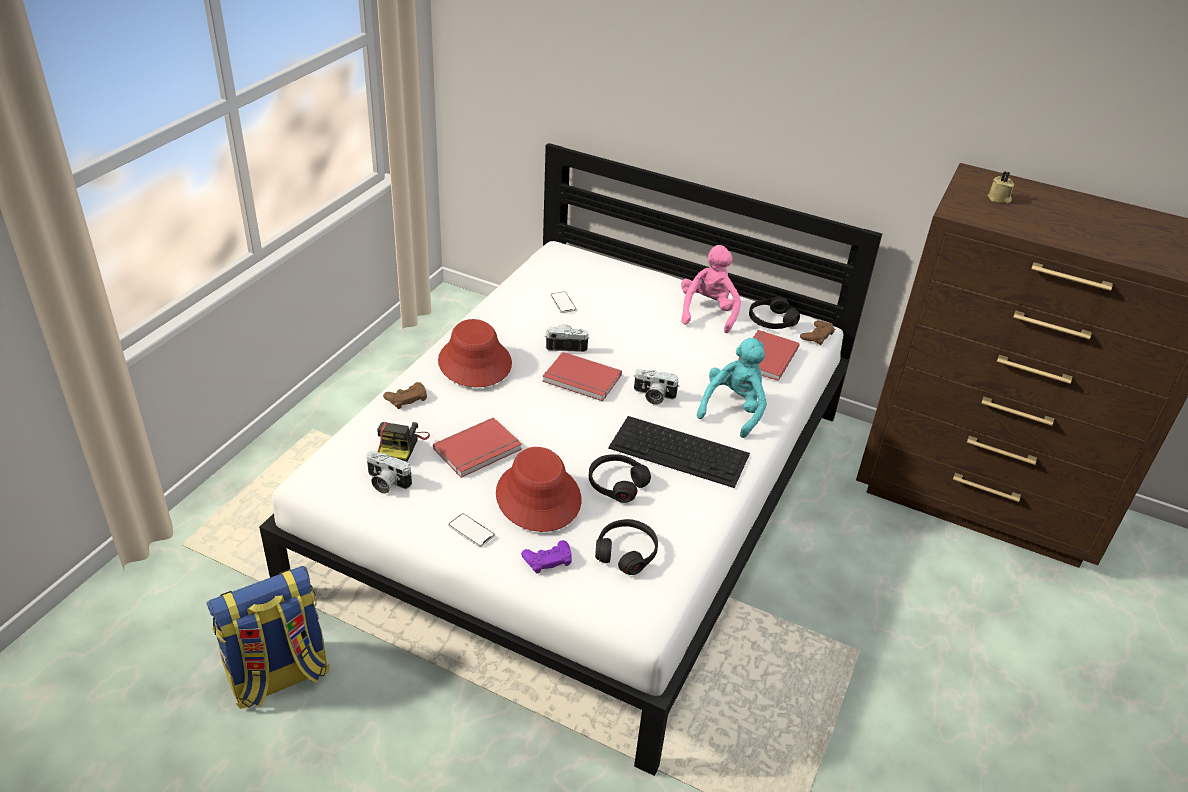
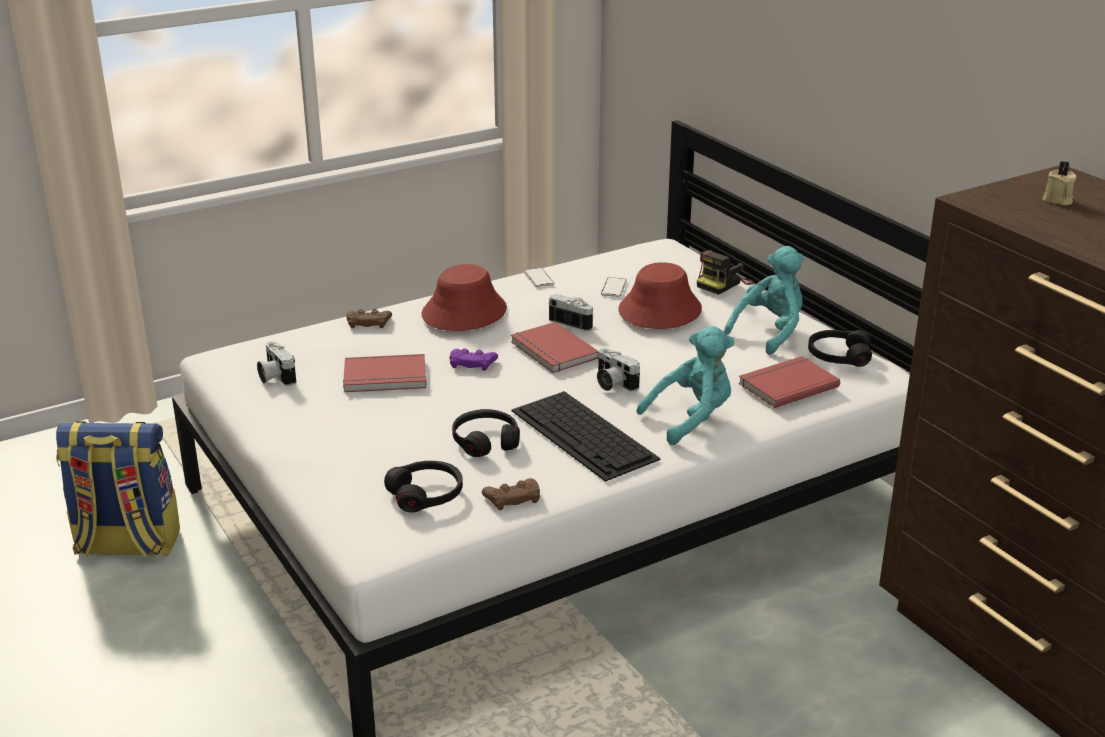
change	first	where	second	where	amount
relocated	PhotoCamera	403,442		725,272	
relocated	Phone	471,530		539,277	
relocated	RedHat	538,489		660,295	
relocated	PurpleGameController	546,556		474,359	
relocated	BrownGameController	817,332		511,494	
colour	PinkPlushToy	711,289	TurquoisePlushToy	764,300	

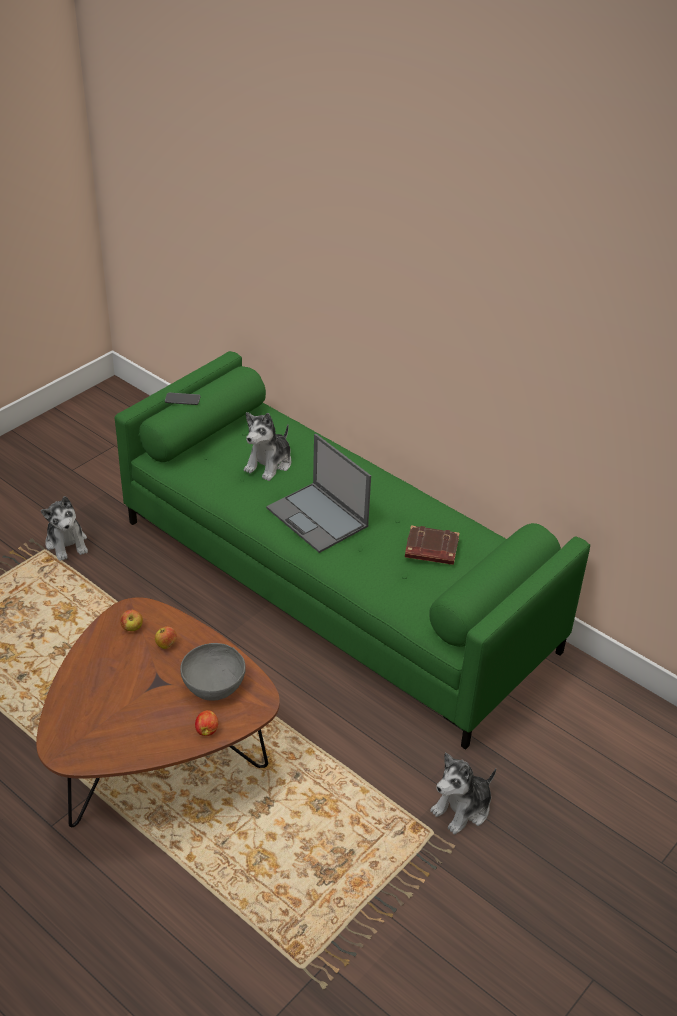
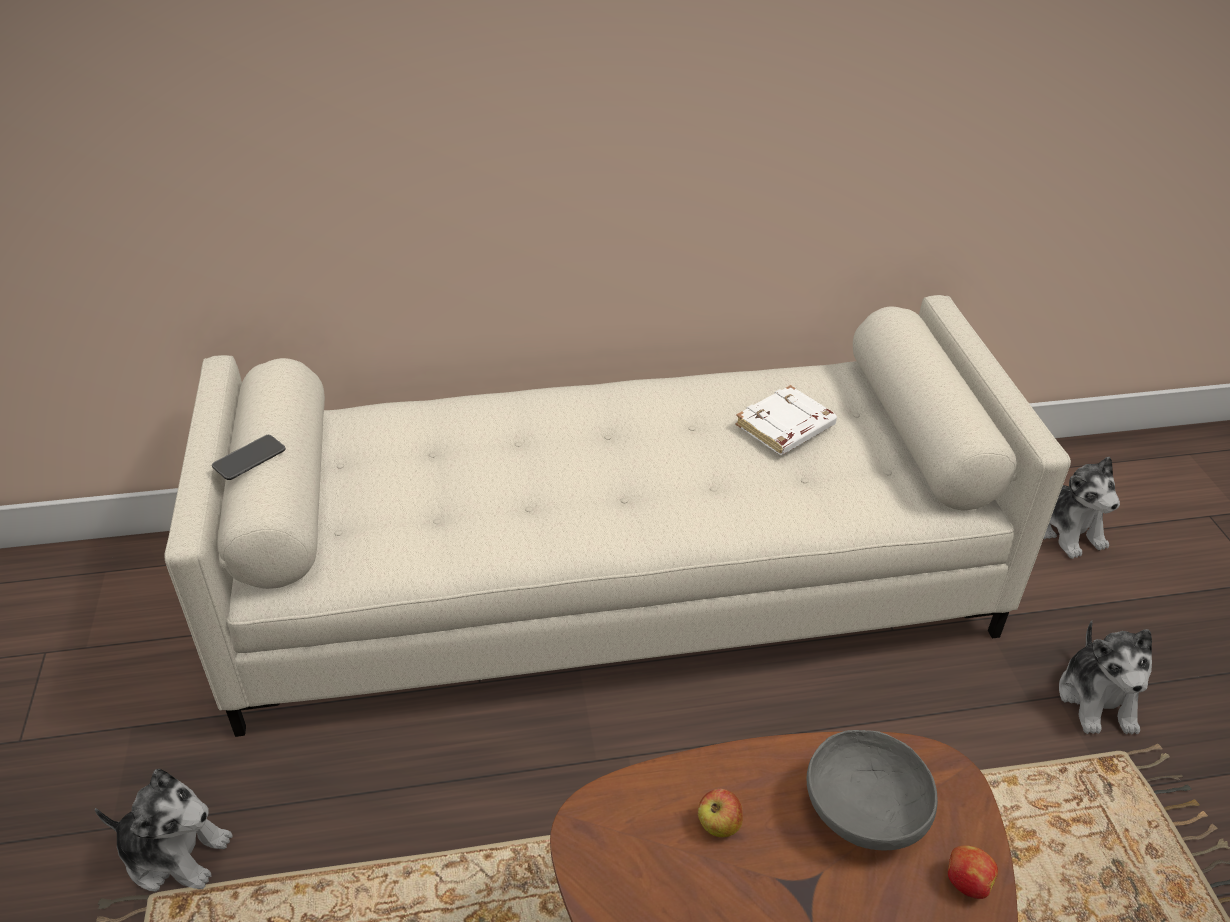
change	first	where	second	where	amount
missing	Apple	131,620			
missing	Laptop	318,493			
relocated	PlushToy	267,446		1081,508	
colour	GreenSofa	352,550	BeigeSofa	617,516	
colour	BrownBook	432,545	WhiteBook	786,420	

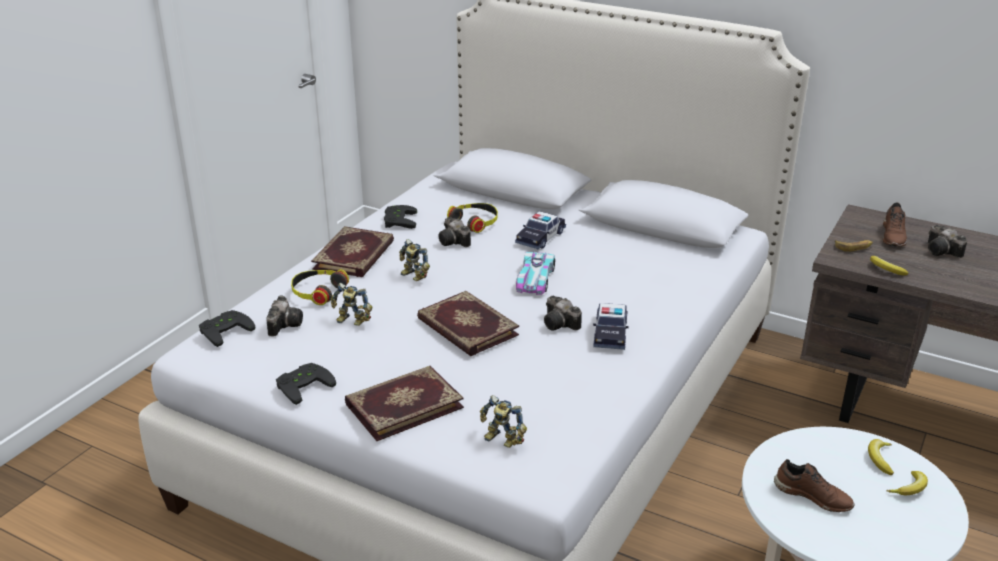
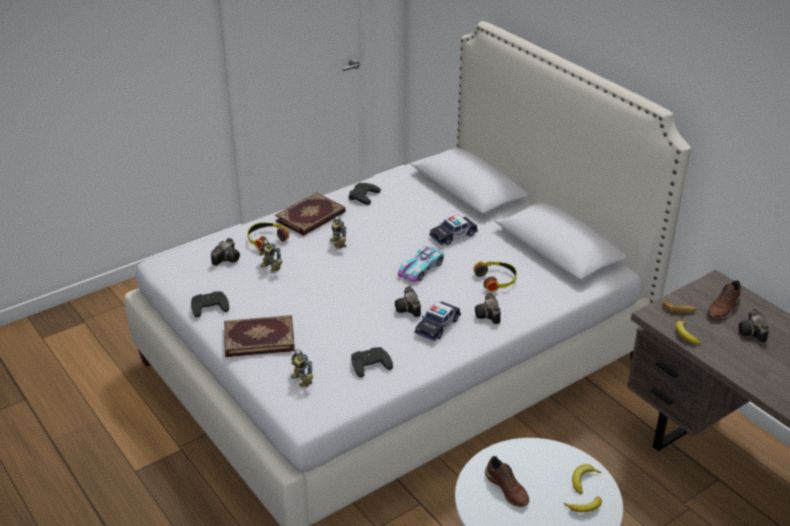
change	first	where	second	where	amount
missing	Book	468,323			
relocated	BlackGameController	227,328		372,362	
relocated	PhotoCamera	454,232		488,308	
relocated	Headphones	472,218		495,276	

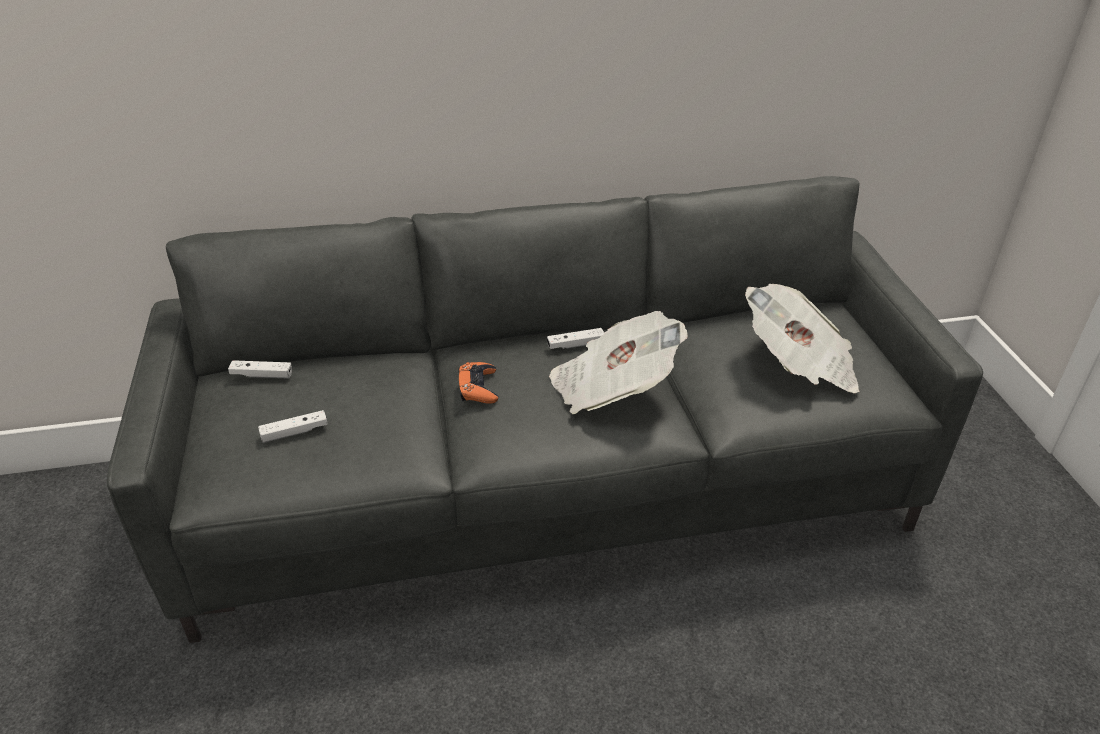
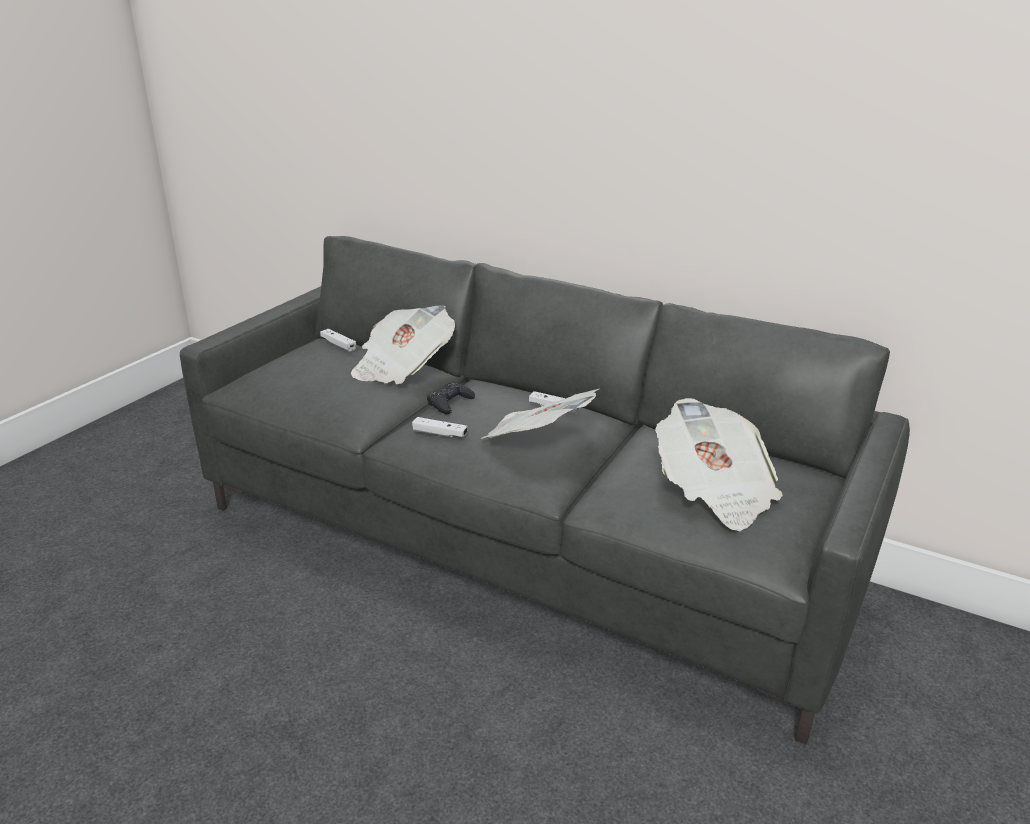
change	first	where	second	where	amount
appeared			Newspaper	403,344	
relocated	WhiteGameController	292,426		439,427	
colour	OrangeGameController	478,383	BlackGameController	451,398	

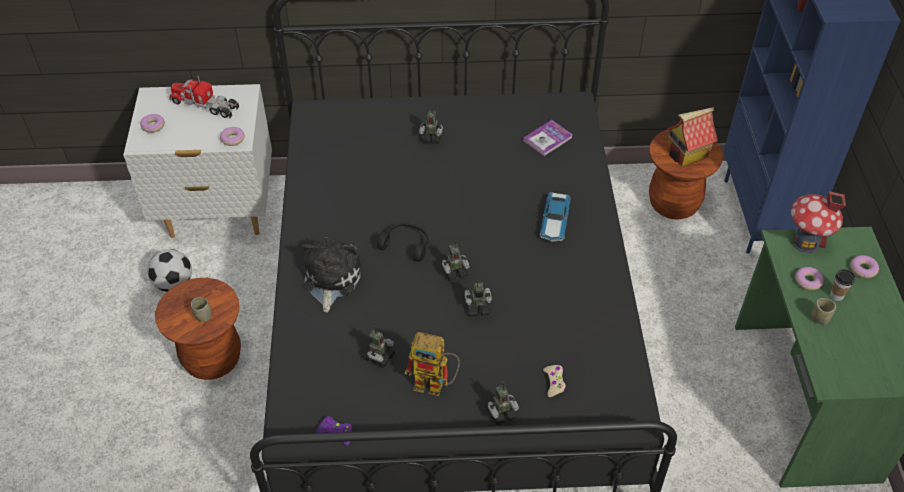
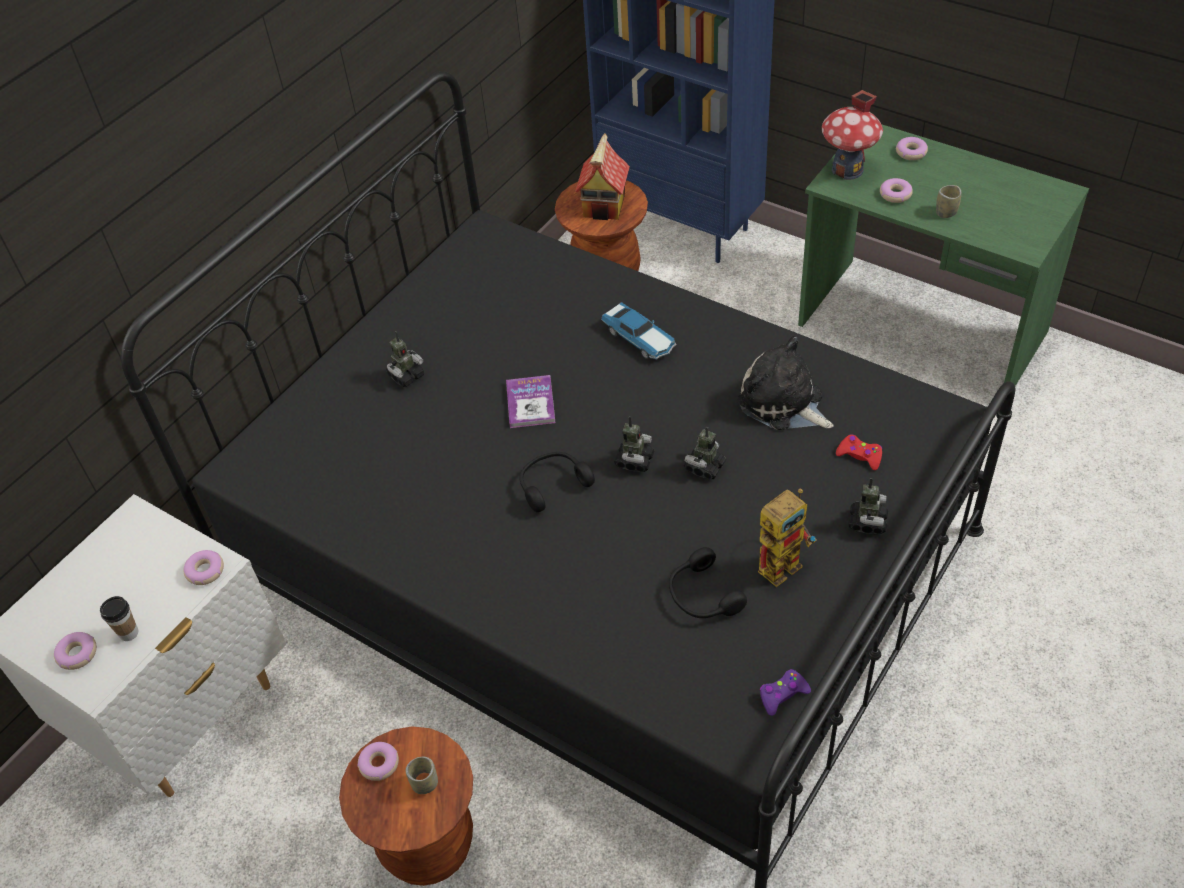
change	first	where	second	where	amount
missing	Football	169,270			
missing	ToyTruck	204,97			
appeared			Donut	378,761	
relocated	PlushToy	331,275		785,383	
relocated	Book	548,138		531,401	
relocated	Cup	842,285		119,618	
exchanged	ToyRobot	379,347	BlackHeadphones	708,582	
colour	BeigeGameController	554,381	RedGameController	859,452	

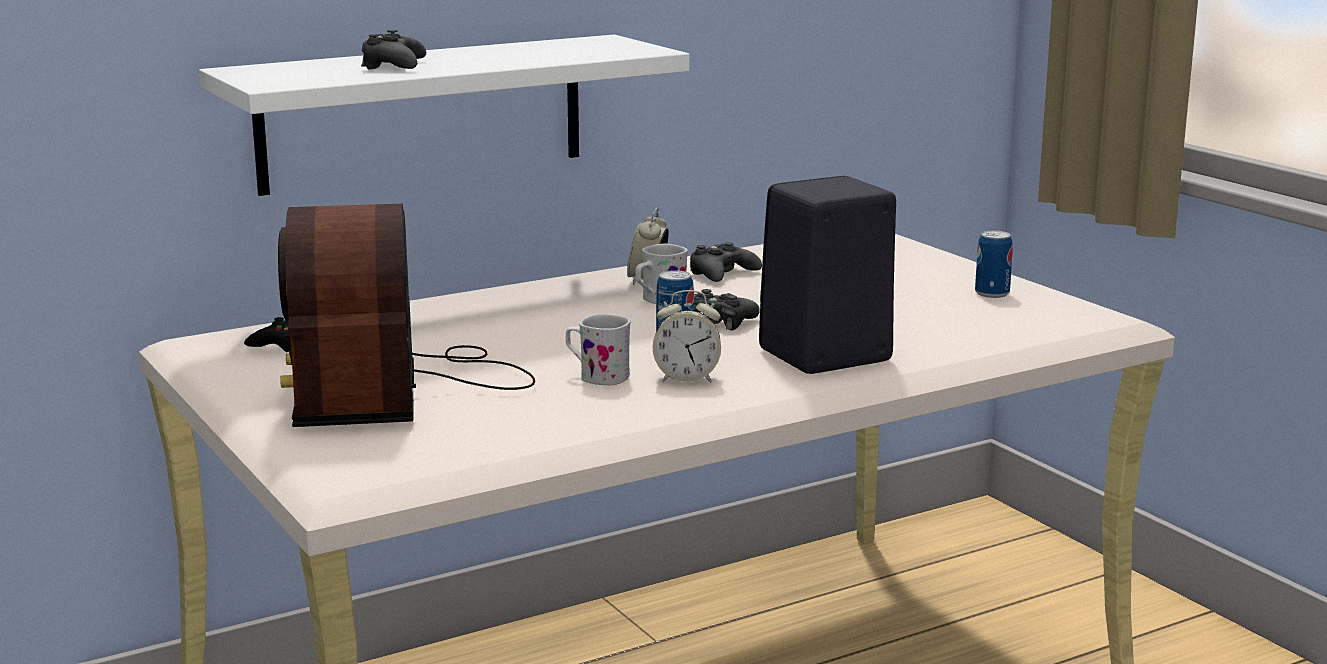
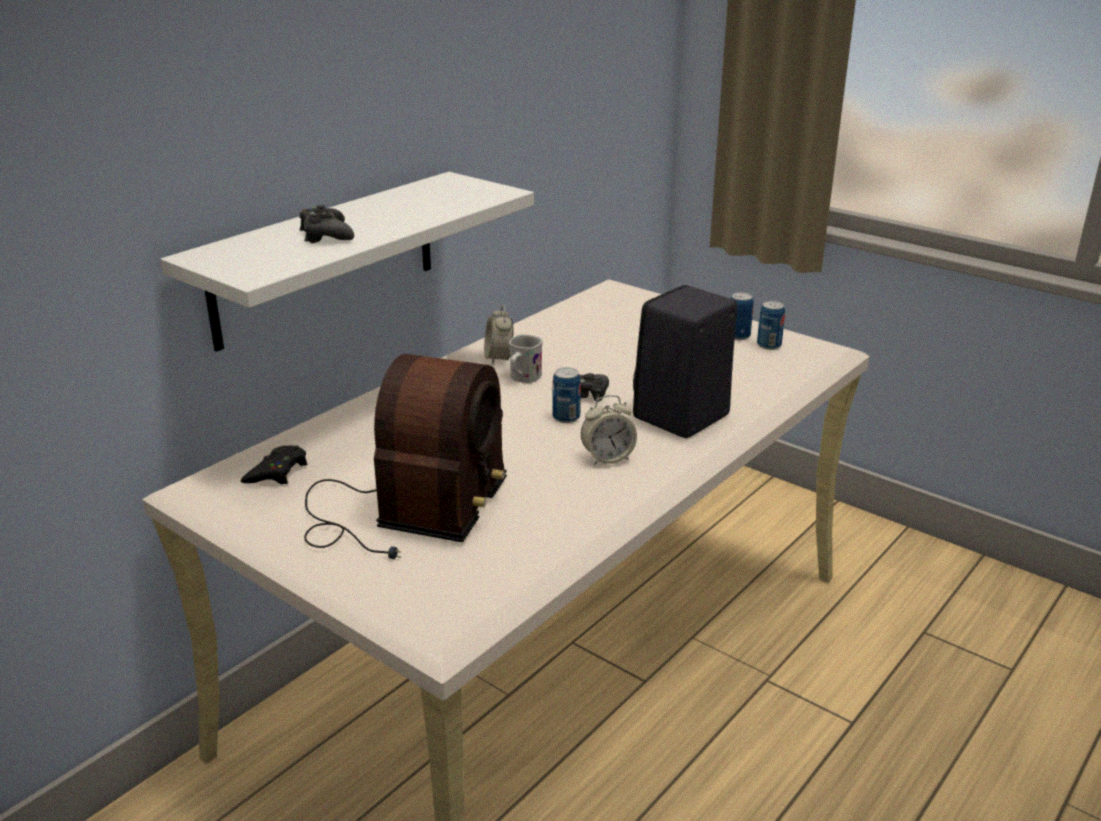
change	first	where	second	where	amount
missing	WhiteMug	598,349			
missing	BlackGameController	726,262			
appeared			Can	771,325	
spun	Radio	406,315		405,456	135 degrees counterclockwise

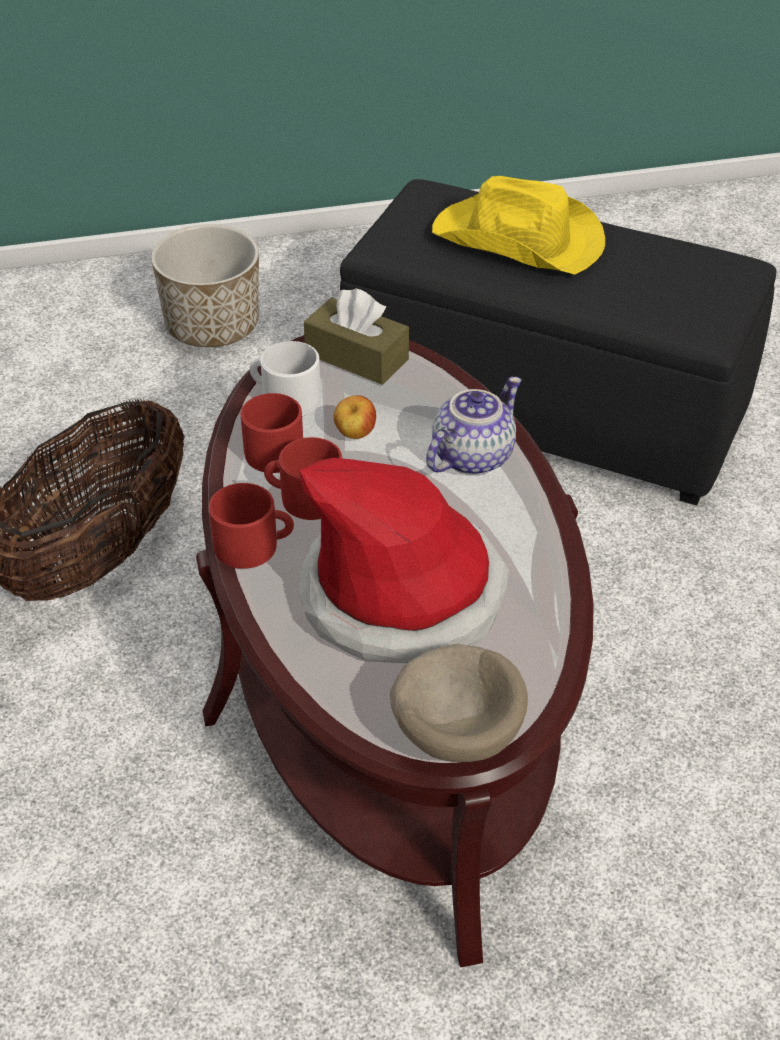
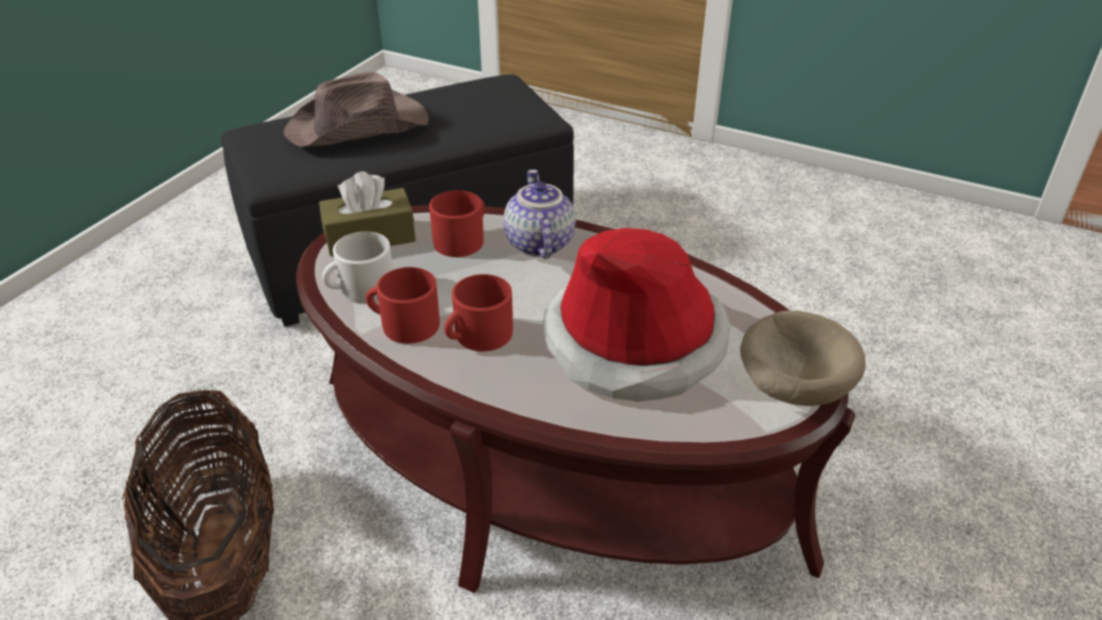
change	first	where	second	where	amount
missing	Planter	205,285			
missing	Apple	355,417			
relocated	RedMug	251,526		457,223	
colour	YellowHat	518,225	BrownHat	356,109	

